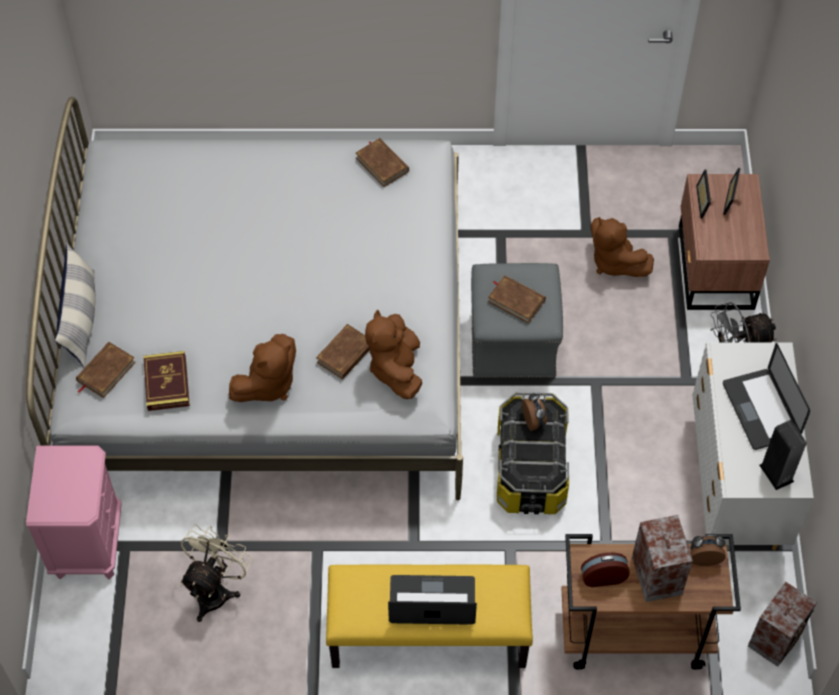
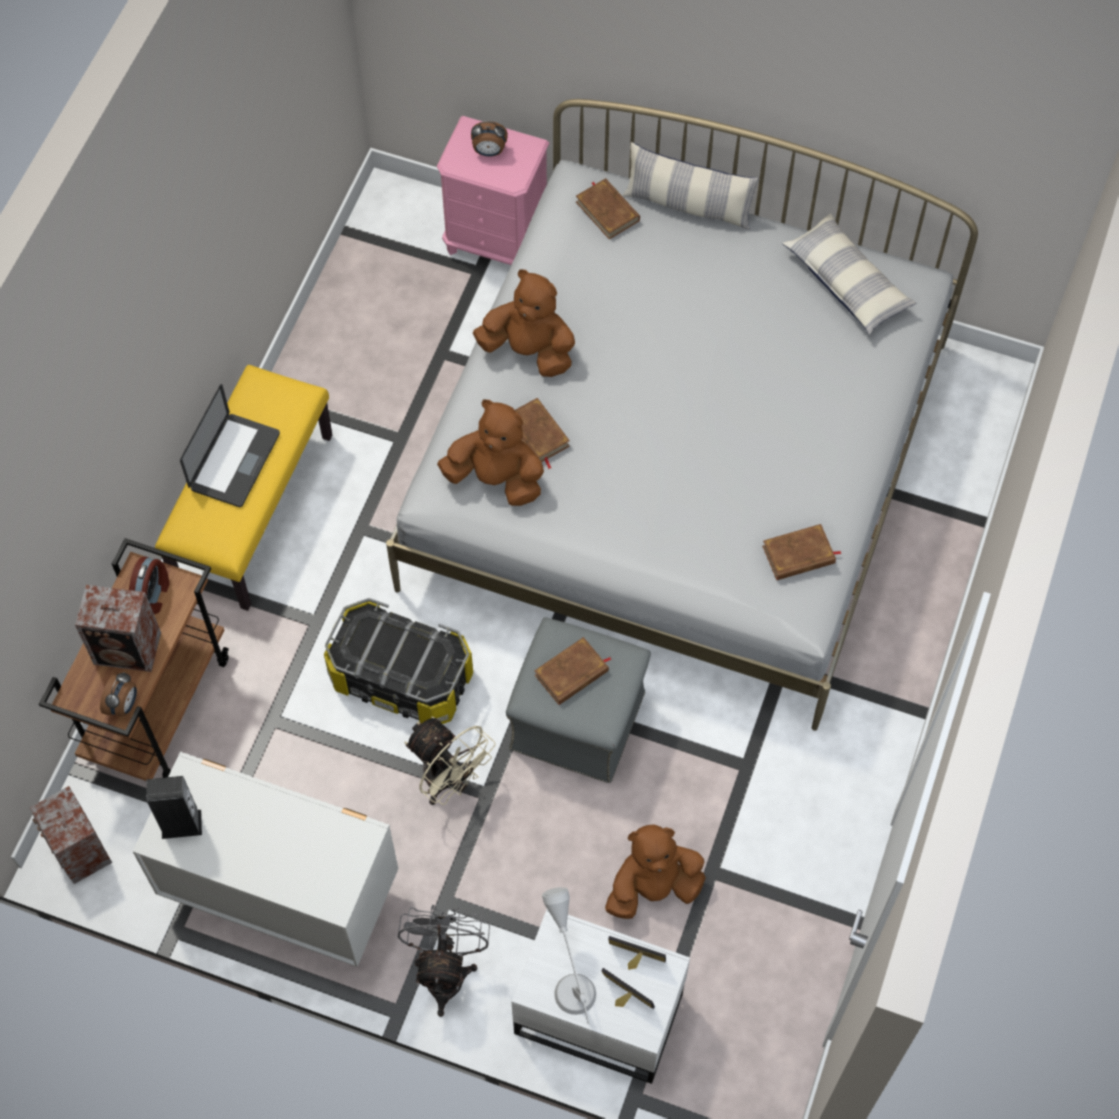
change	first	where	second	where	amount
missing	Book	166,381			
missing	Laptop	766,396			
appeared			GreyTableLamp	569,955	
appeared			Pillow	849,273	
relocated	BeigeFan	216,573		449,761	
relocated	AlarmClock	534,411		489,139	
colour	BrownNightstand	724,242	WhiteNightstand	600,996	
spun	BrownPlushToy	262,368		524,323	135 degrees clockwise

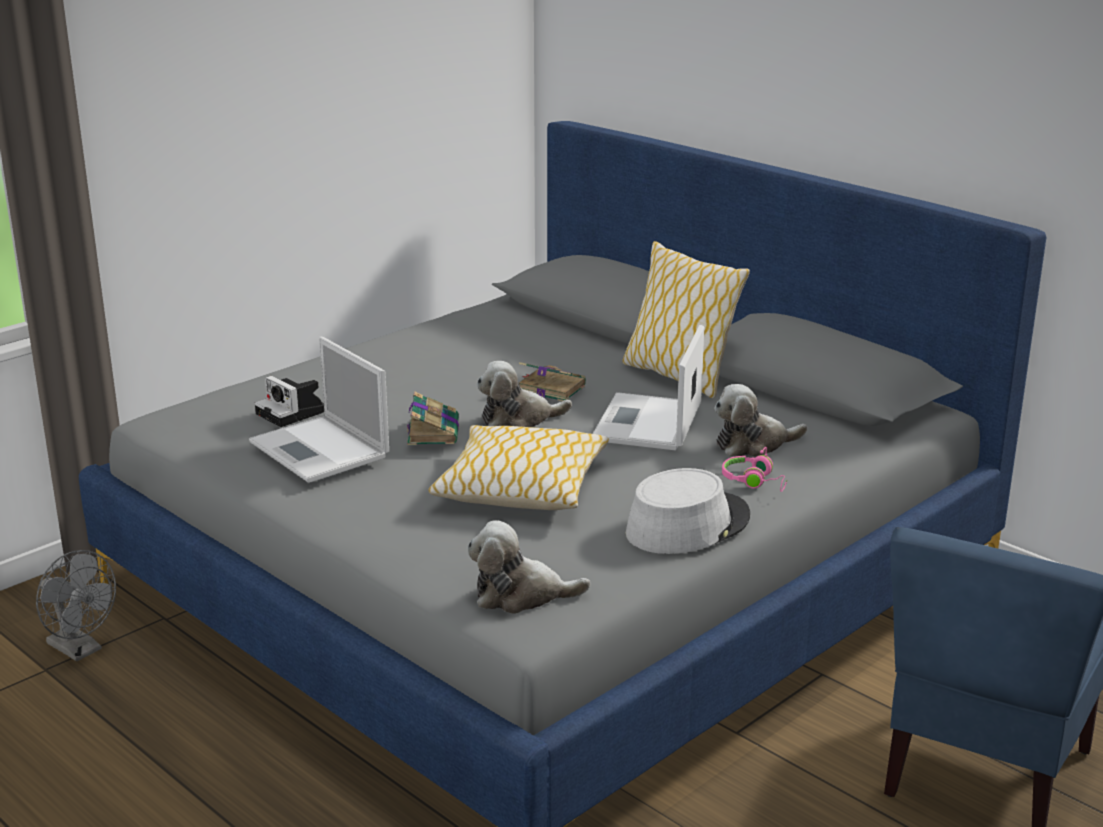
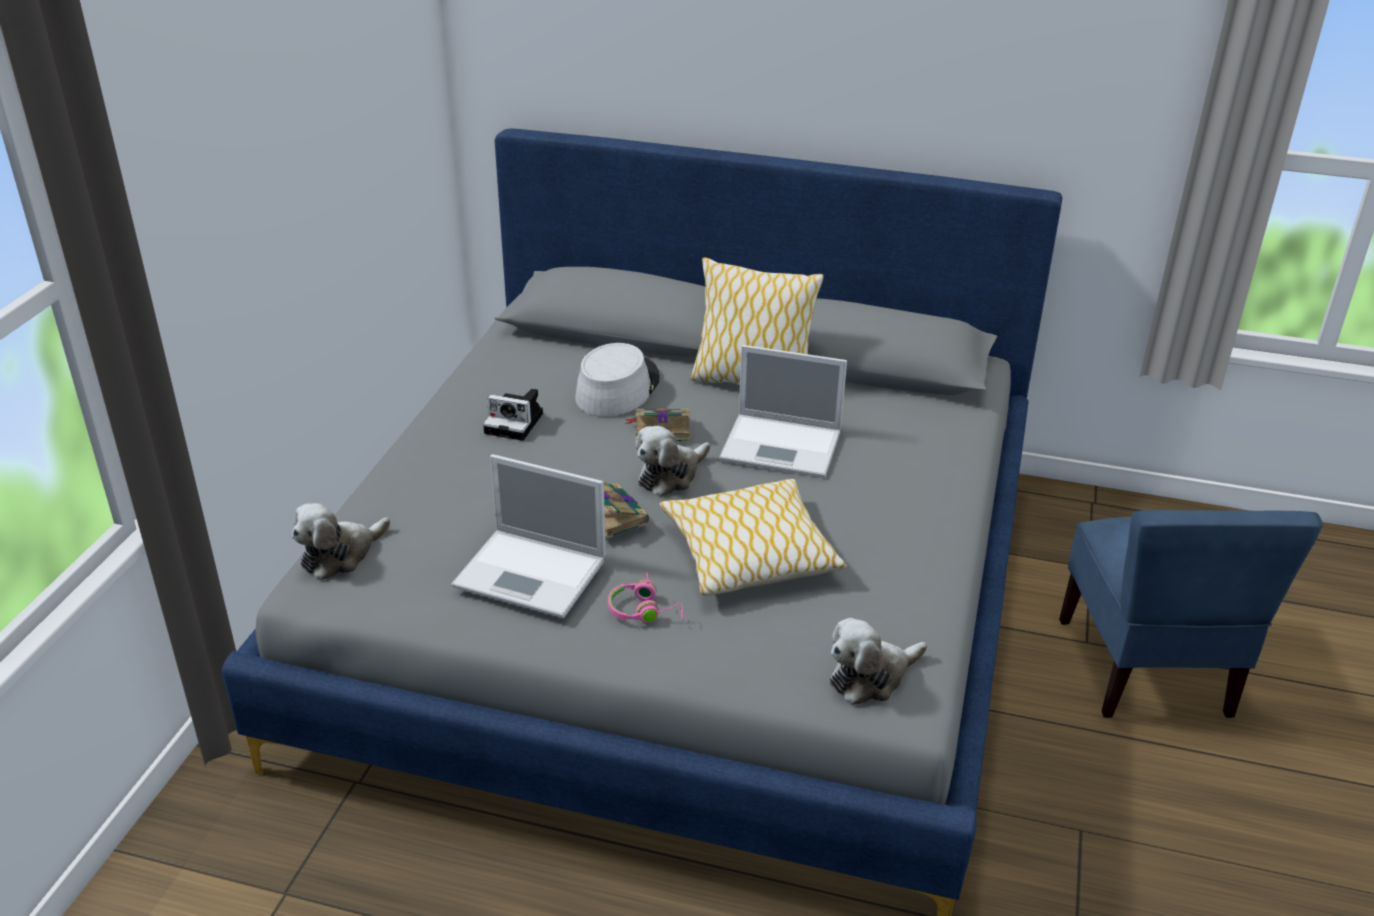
change	first	where	second	where	amount
missing	GreyFan	76,605			
relocated	PhotoCamera	289,401		513,415	
relocated	GreyHat	688,511		617,380	
relocated	PlushToy	760,420		341,541	
relocated	PinkHeadphones	754,469		645,597	
spun	Laptop	648,387		783,411	60 degrees counterclockwise

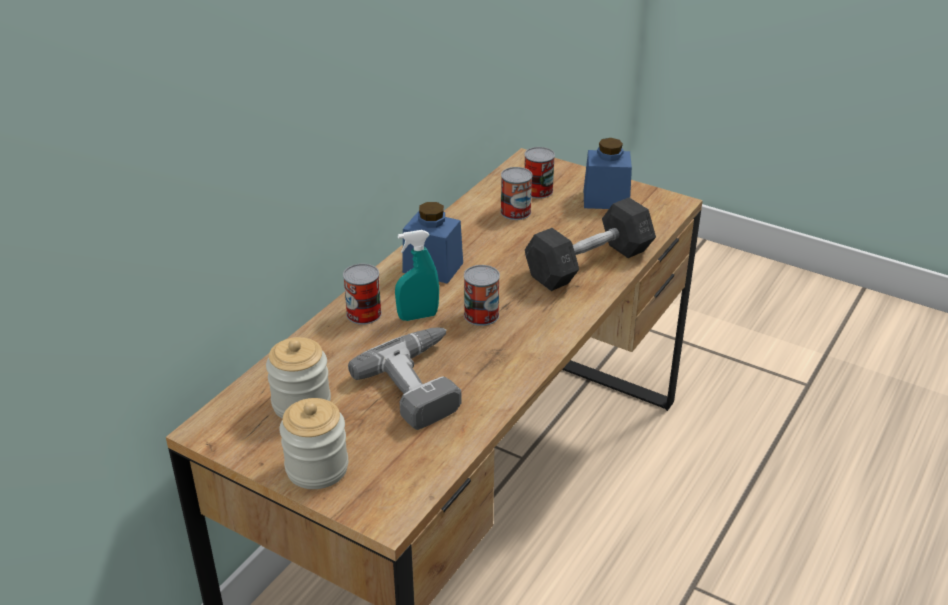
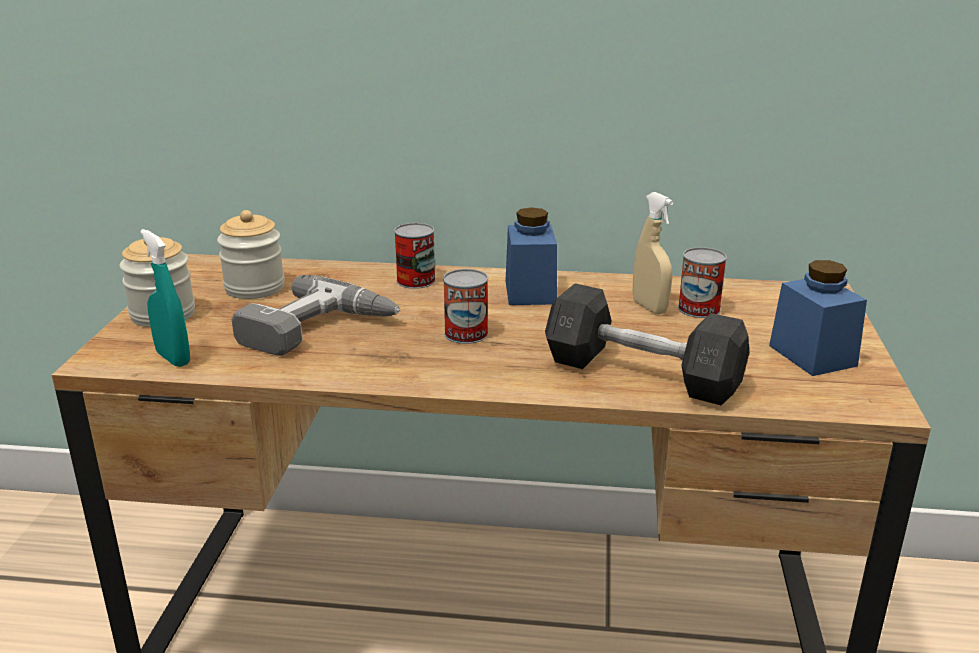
change	first	where	second	where	amount
missing	Can	539,173			
appeared			BeigeSprayBottle	653,253	
relocated	TurquoiseSprayBottle	417,275		165,298	

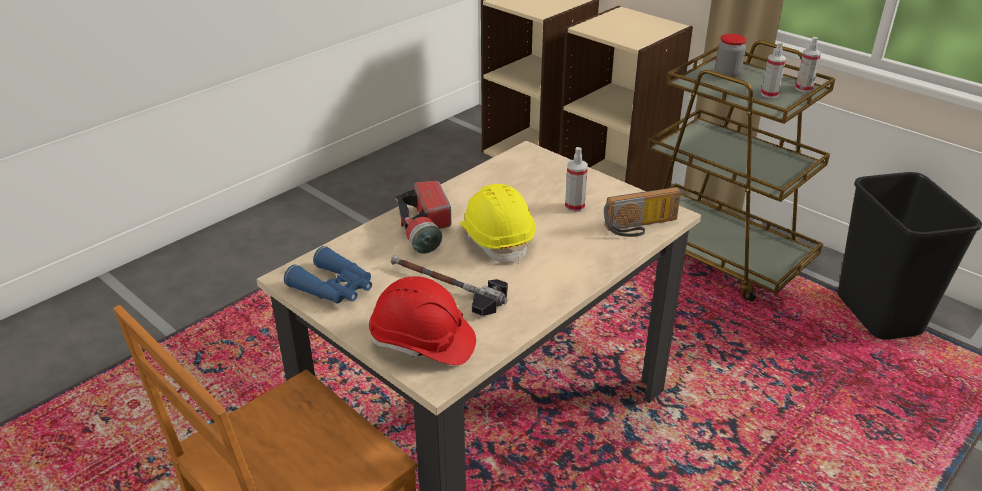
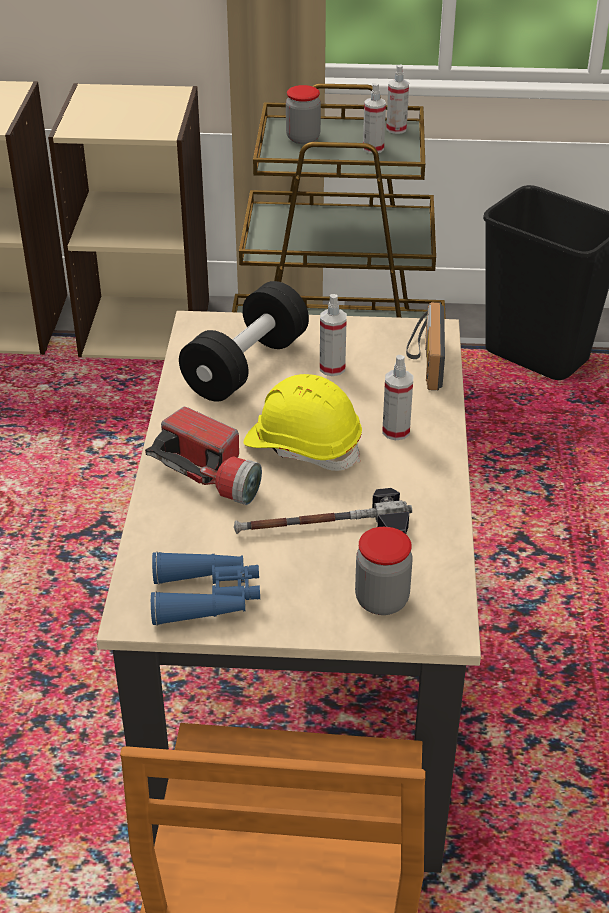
change	first	where	second	where	amount
appeared			BlackDumbbell	244,341	
appeared			SprayBottle	397,398	
exchanged	RedHardHat	422,320	Jar	384,571	
spun	Radio	642,212		425,346	150 degrees clockwise

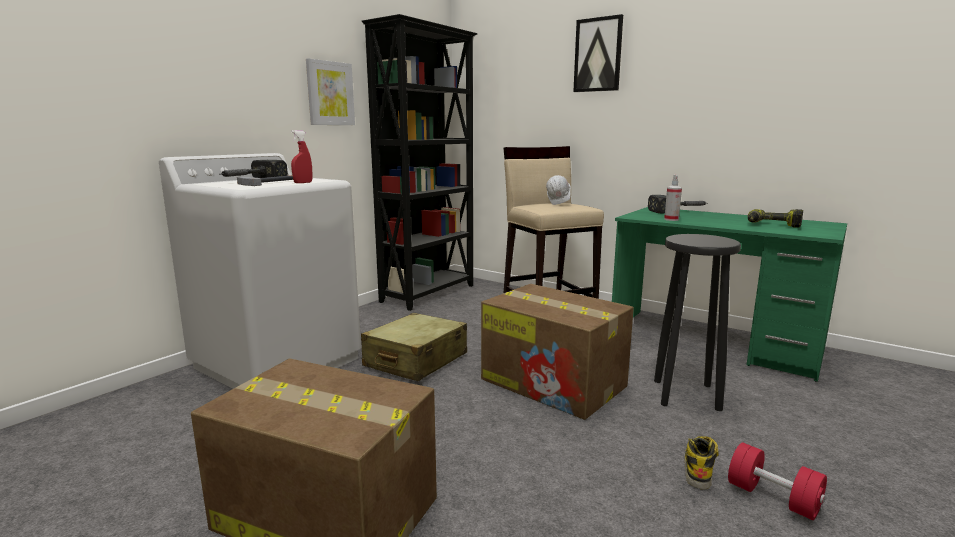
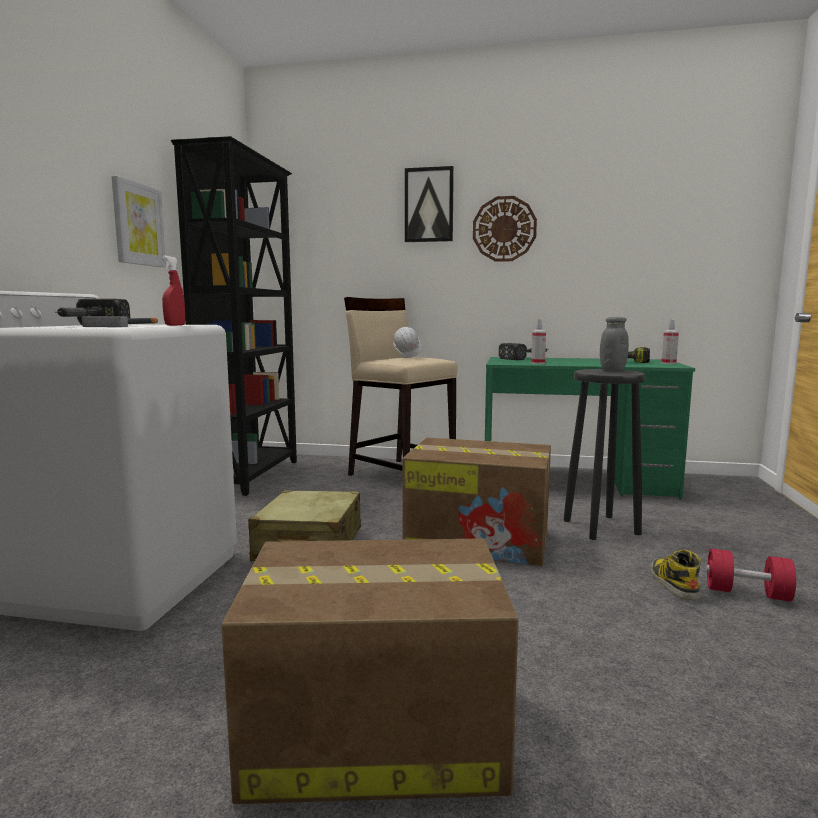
change	first	where	second	where	amount
appeared			WallClock	505,229	
appeared			GreyJar	614,344	
appeared			SprayBottle	670,341	

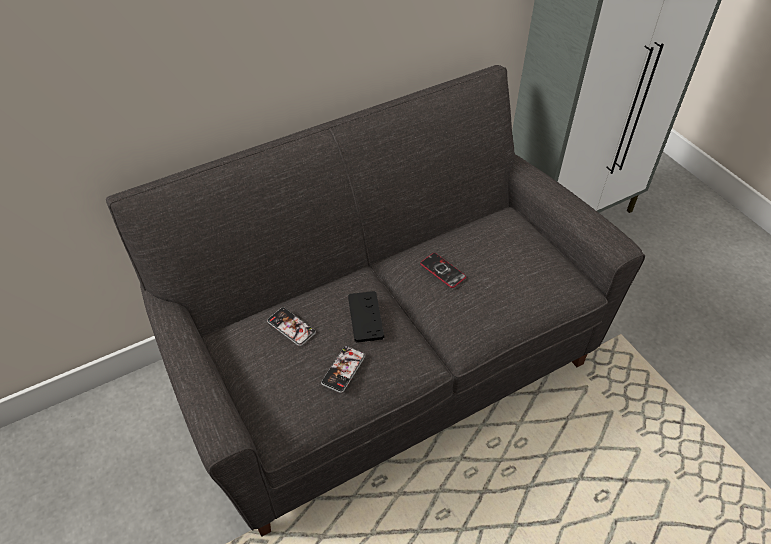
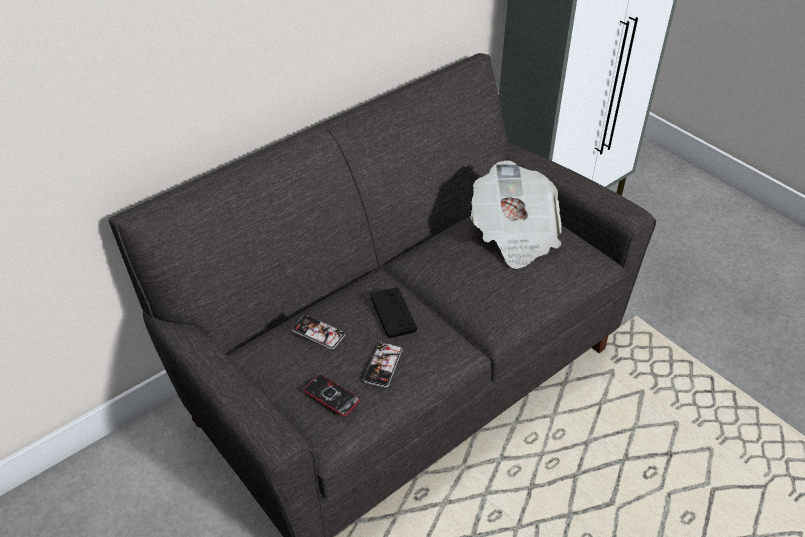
change	first	where	second	where	amount
appeared			Newspaper	516,215	
relocated	Phone	443,270		332,395	

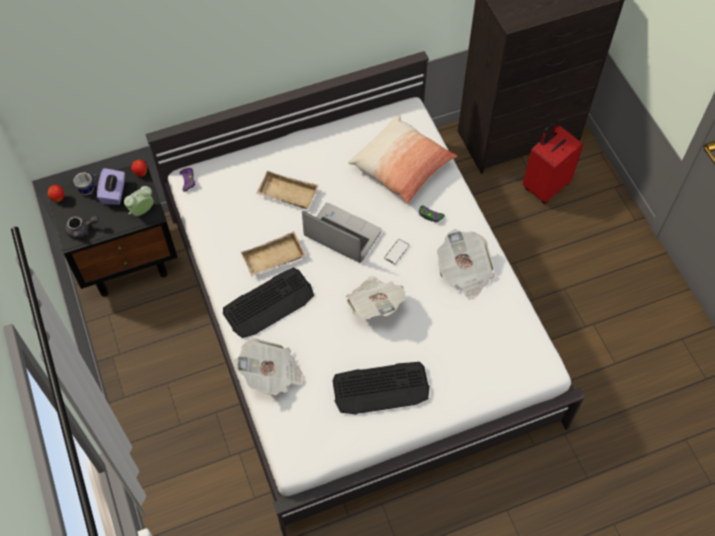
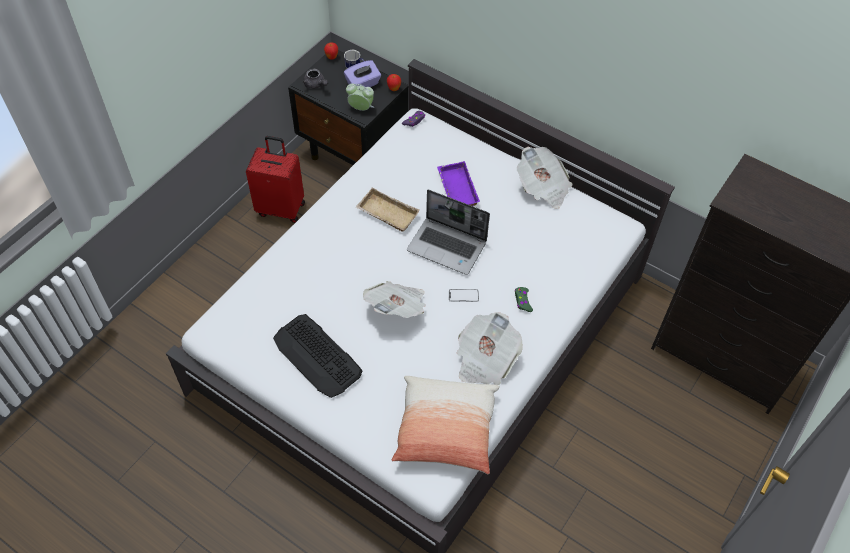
change	first	where	second	where	amount
missing	Keyboard	268,303			
relocated	Newspaper	269,367		545,178	
relocated	Pillow	402,159		446,425	
relocated	RedSuitcase	553,162		275,179	
colour	BeigeTray	287,190	PurpleTray	458,183	
spun	Laptop	342,233		448,232	120 degrees clockwise

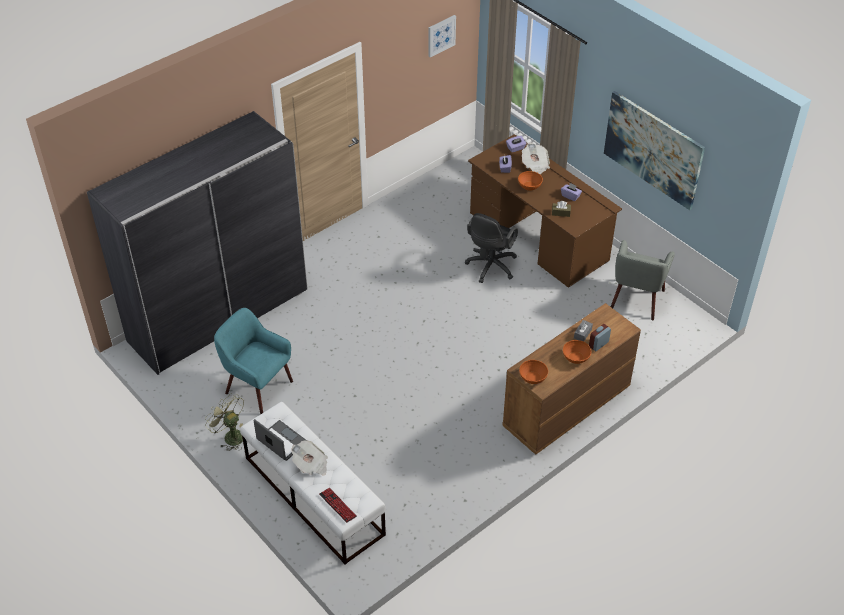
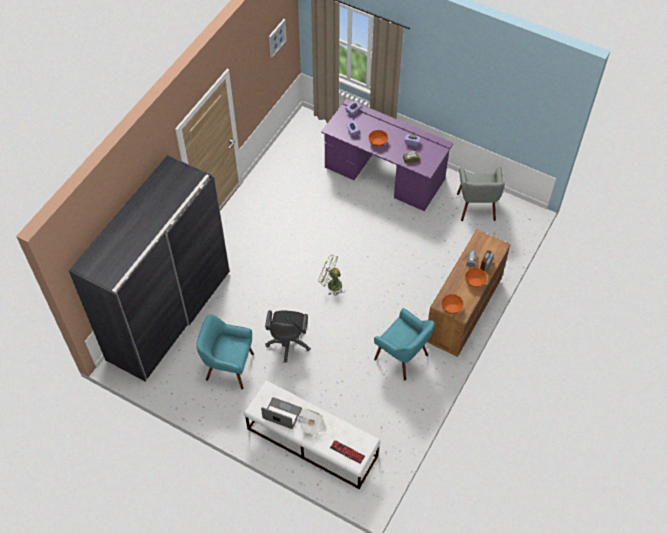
change	first	where	second	where	amount
missing	Newspaper	536,158			
missing	Picture	654,150			
appeared			TurquoiseArmchair	404,344	
relocated	GreenFan	224,422		331,275	
relocated	BlackOfficeChair	491,248		288,336	
colour	BrownDesk	545,211	PurpleDesk	387,154	

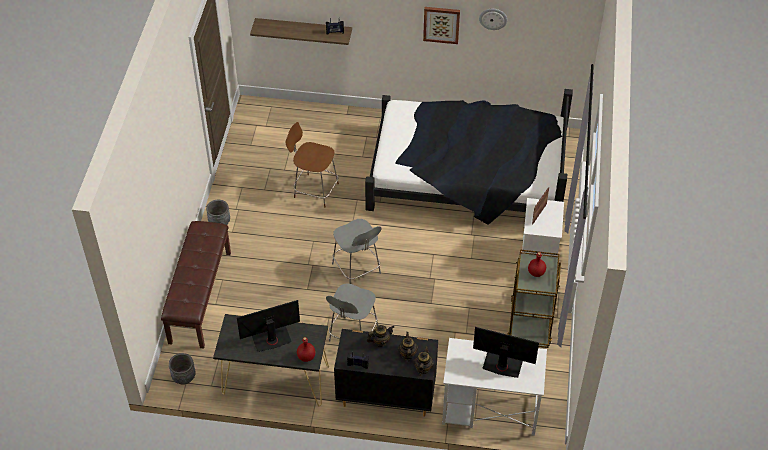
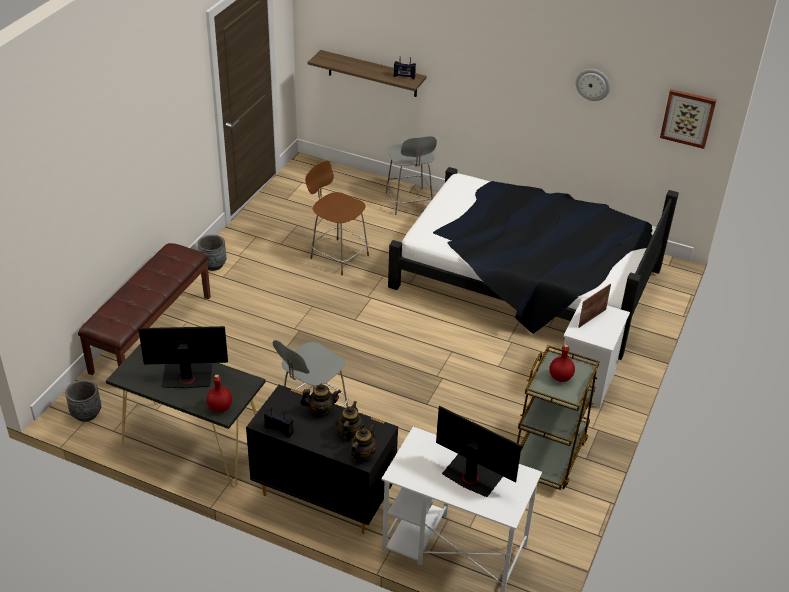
change	first	where	second	where	amount
relocated	GreyChair	357,251		411,175	
relocated	Picture	441,25		688,119	

